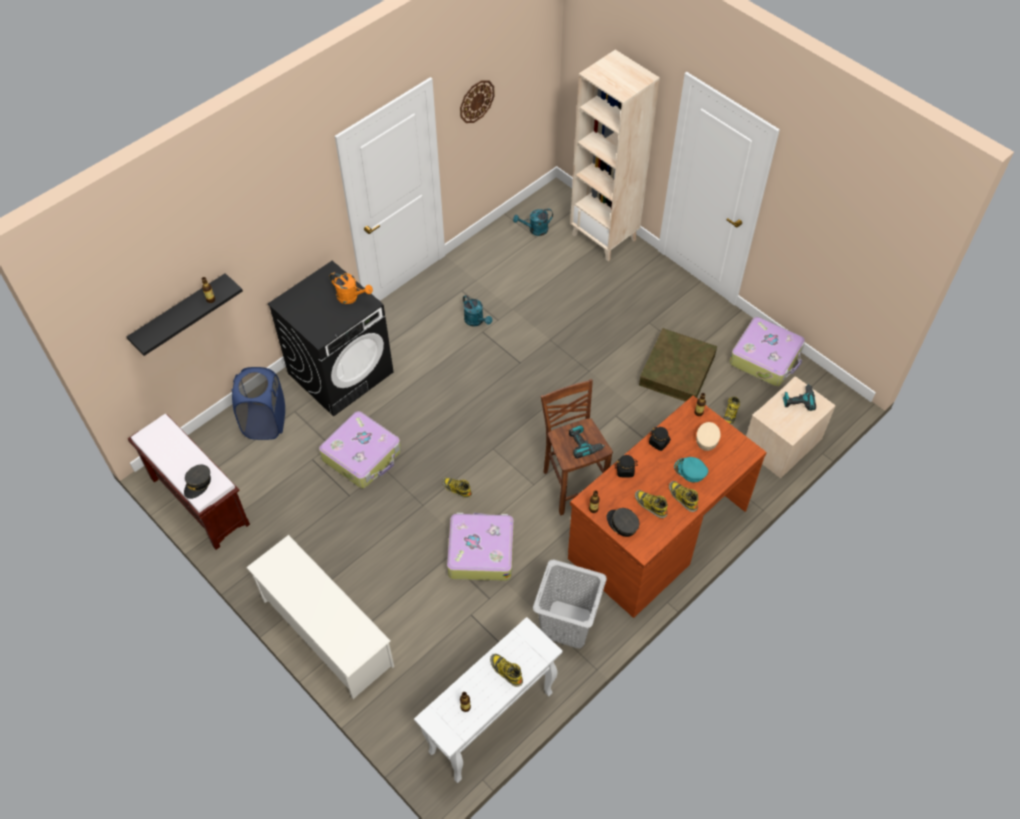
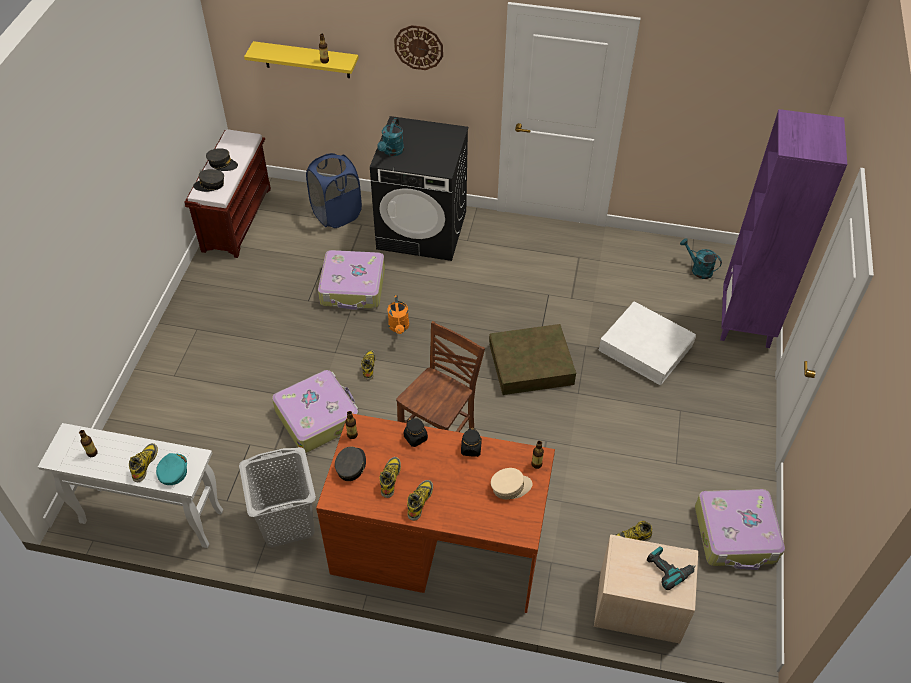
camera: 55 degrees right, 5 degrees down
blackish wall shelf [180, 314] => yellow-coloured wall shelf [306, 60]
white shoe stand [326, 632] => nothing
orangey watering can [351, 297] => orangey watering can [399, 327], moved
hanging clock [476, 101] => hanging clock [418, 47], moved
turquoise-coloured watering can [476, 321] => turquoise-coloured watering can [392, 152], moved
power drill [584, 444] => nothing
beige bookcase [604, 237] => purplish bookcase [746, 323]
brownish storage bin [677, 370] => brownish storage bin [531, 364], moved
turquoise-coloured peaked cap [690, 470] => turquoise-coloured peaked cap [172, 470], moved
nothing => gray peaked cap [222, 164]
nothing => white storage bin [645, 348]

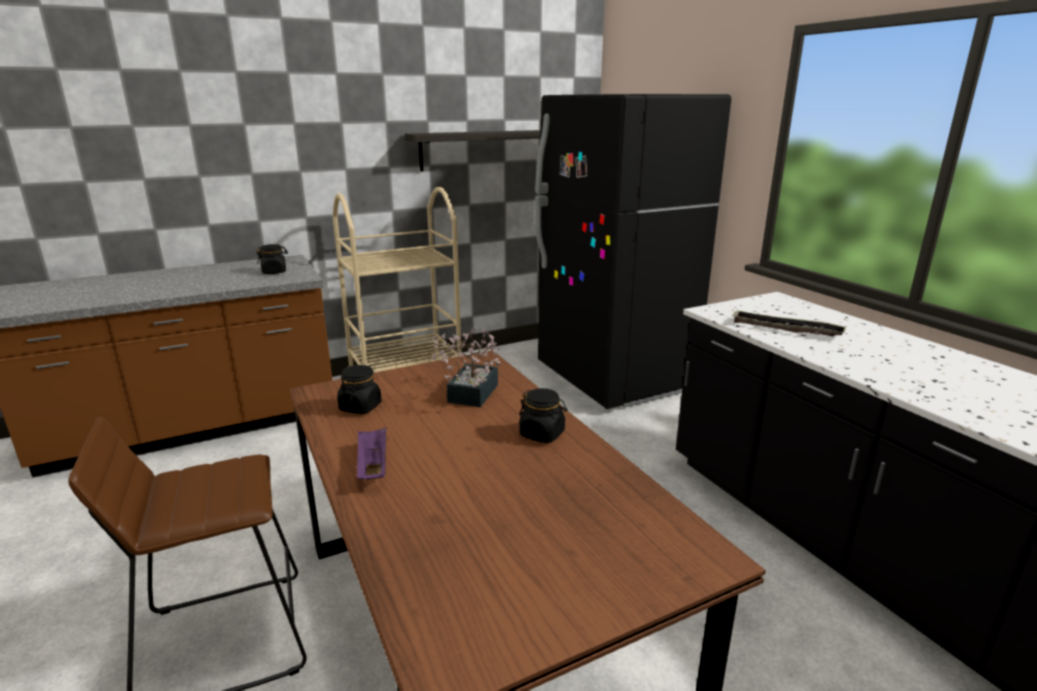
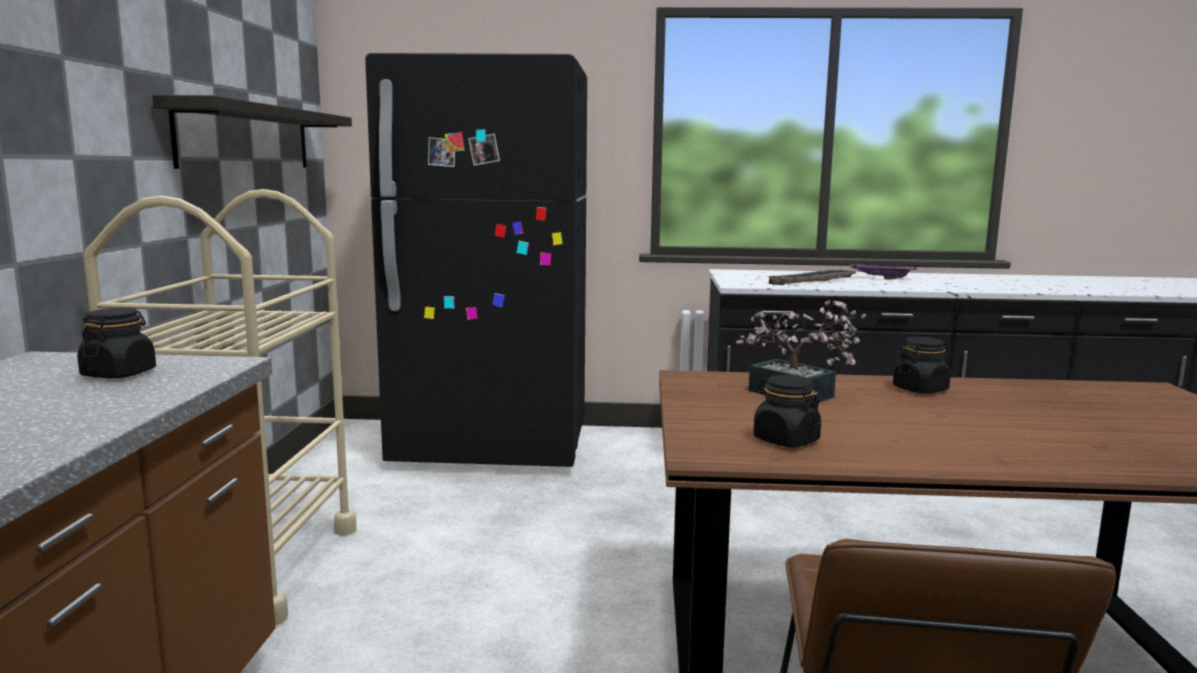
camera: 60 degrees left, 10 degrees down
purplish carrying tray [373, 466] => purplish carrying tray [880, 278], moved

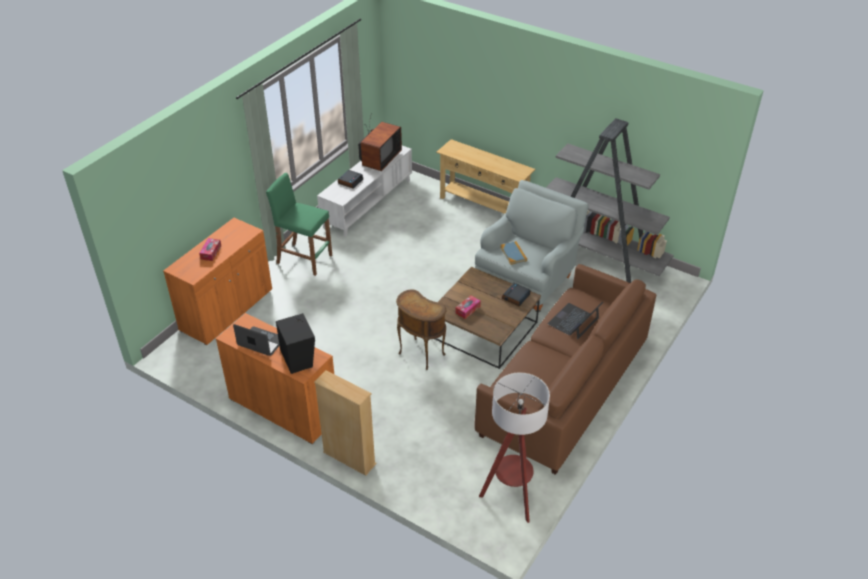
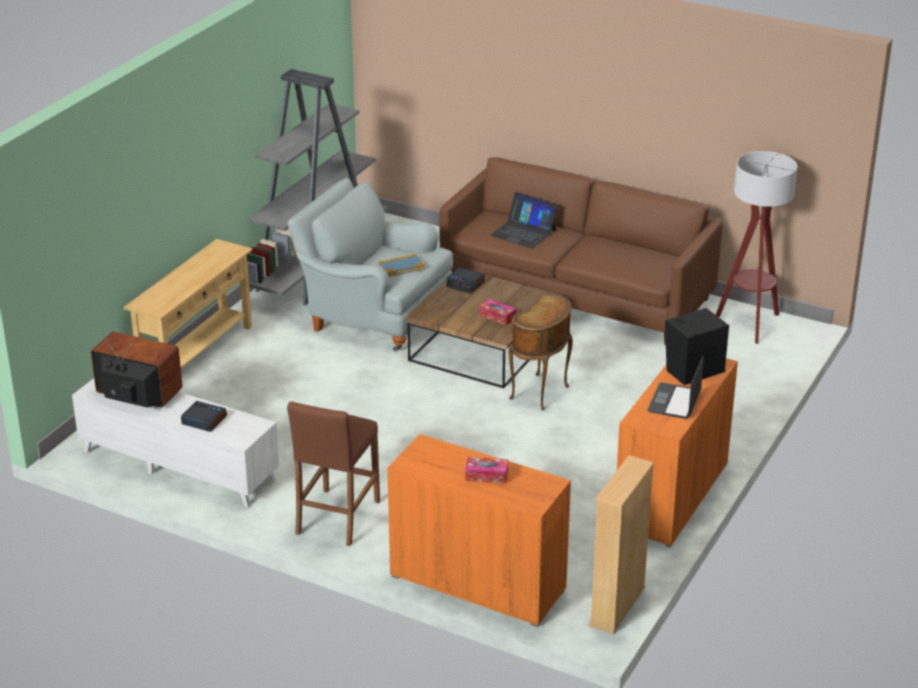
camera: 95 degrees left, 10 degrees down
green-coloured sitting stool [304, 259] => brownish sitting stool [337, 517]
beige bookcase [349, 458] => beige bookcase [617, 606], moved

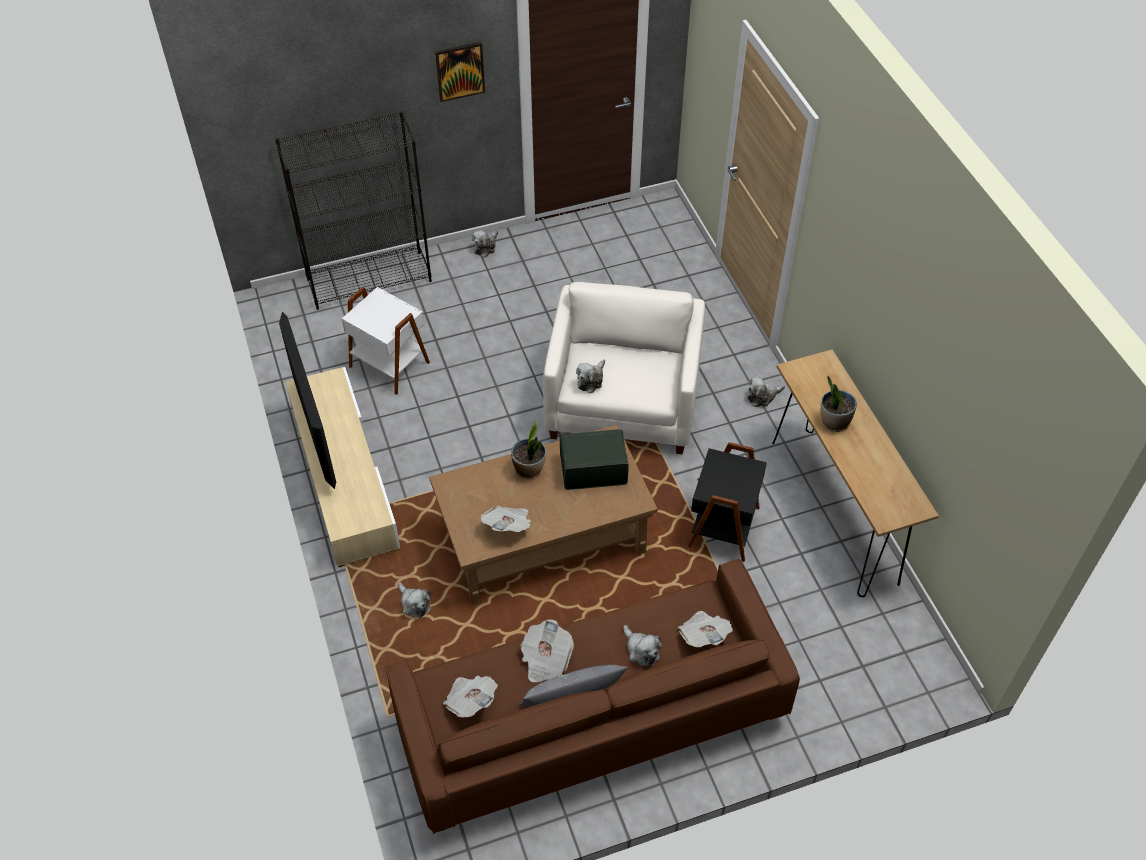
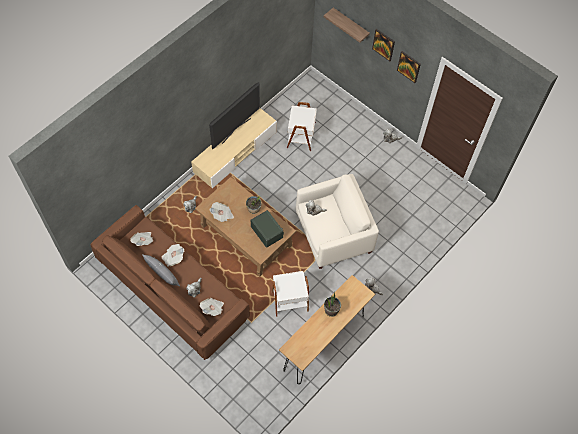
camera: 60 degrees right, 10 degrees up
blackish bookcase [370, 279] => nothing
blackish end table [722, 526] => white end table [289, 300]
nothing => wall shelf [350, 25]
nothing => wall art [383, 44]

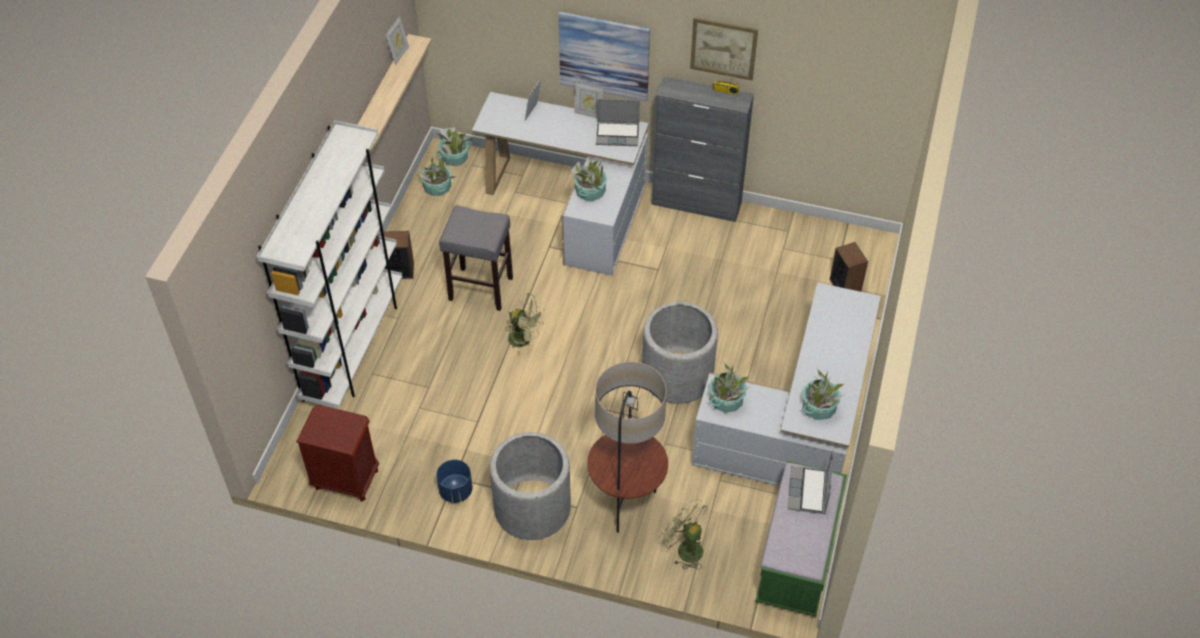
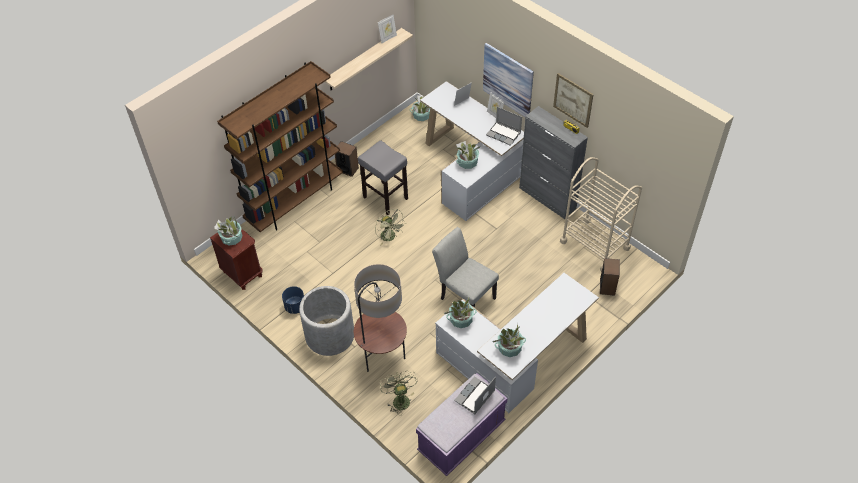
camera: 30 degrees right, 0 degrees up
white bookcase [353, 345] => brownish bookcase [295, 201]
potted plant [437, 187] => potted plant [231, 238], moved
gray planter [677, 375] => gray chair [464, 296]
green-coloured bench [797, 558] => purplish bench [461, 437]
nothing => beige trolley [594, 245]

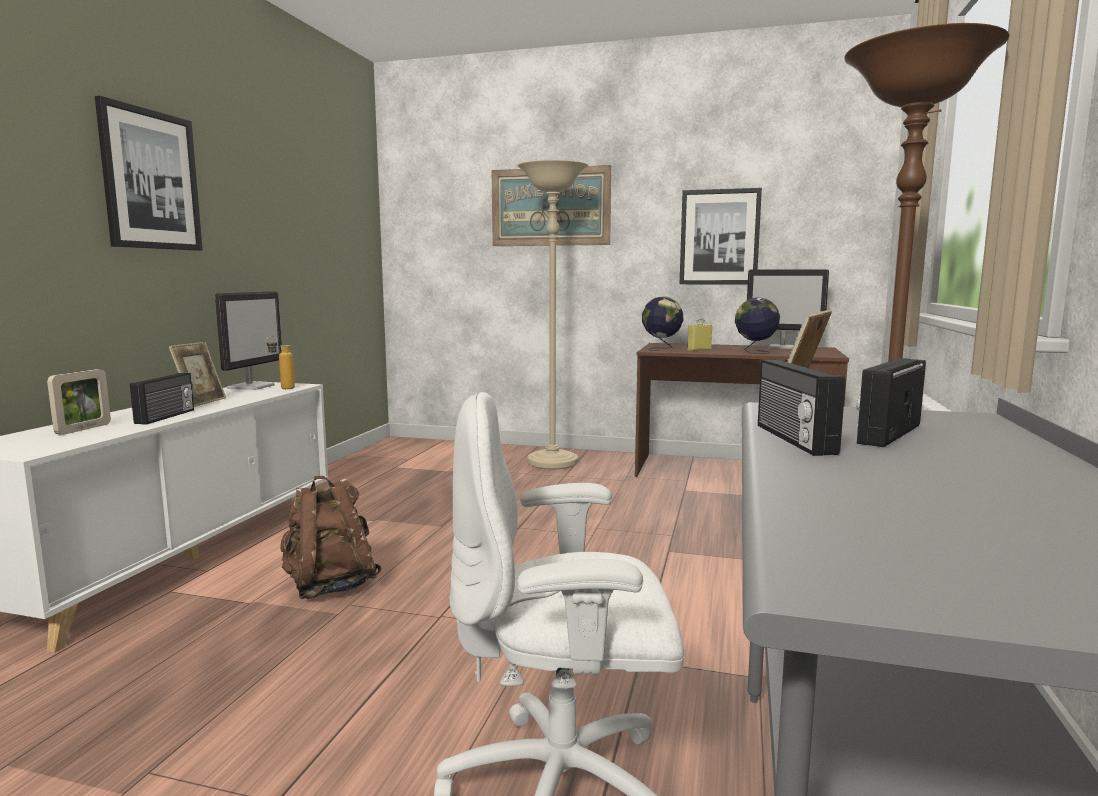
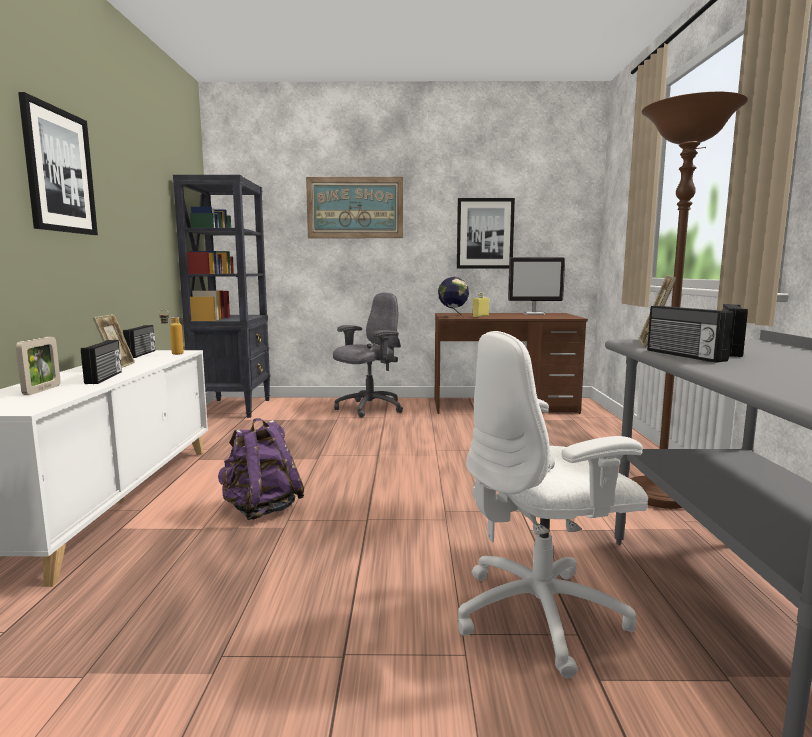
camera: 15 degrees left, 0 degrees up
computer screen [251, 387] => radio [142, 354]
brownish backpack [330, 586] => purplish backpack [261, 509]
beige standard lamp [552, 463] => gray desk chair [369, 408]
desk globe [755, 352] => nothing
nothing => blackish bookcase [233, 408]

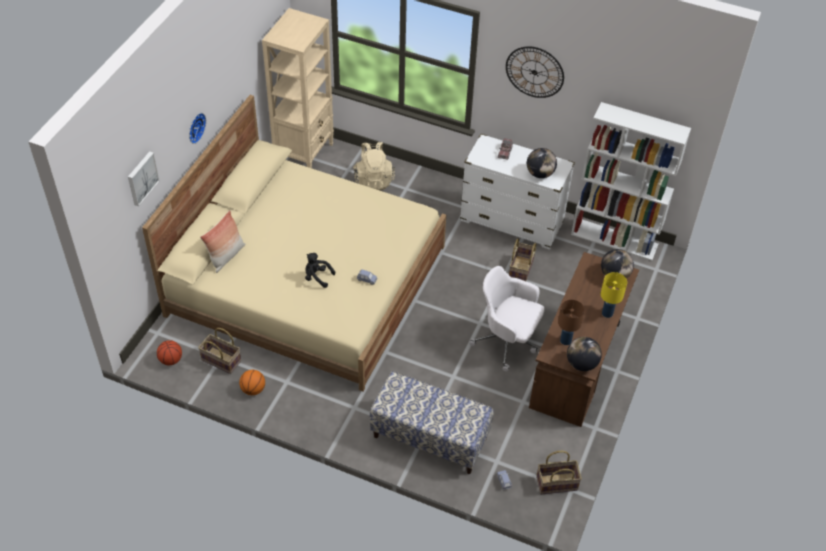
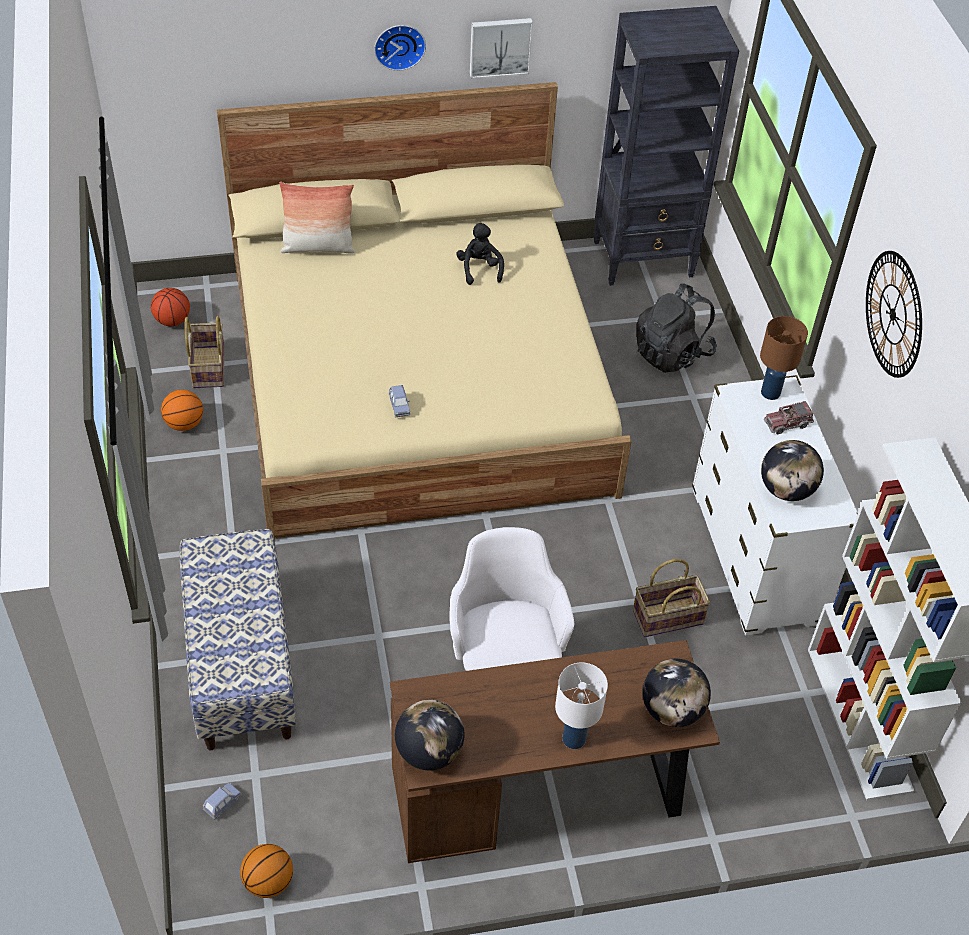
camera: 55 degrees right, 0 degrees up
wall art [141, 178] => wall art [500, 46], moved
beige bookcase [304, 154] => blackish bookcase [644, 259]
blackish cuddly toy [317, 277] => blackish cuddly toy [479, 269], moved
beige backpack [373, 179] => blackish backpack [672, 353]
basket [557, 483] => basketball [269, 882]
brownish tabletop lamp [565, 340] => brownish tabletop lamp [770, 392], moved
yellow-coloured tabletop lamp [607, 313] => white tabletop lamp [574, 738]

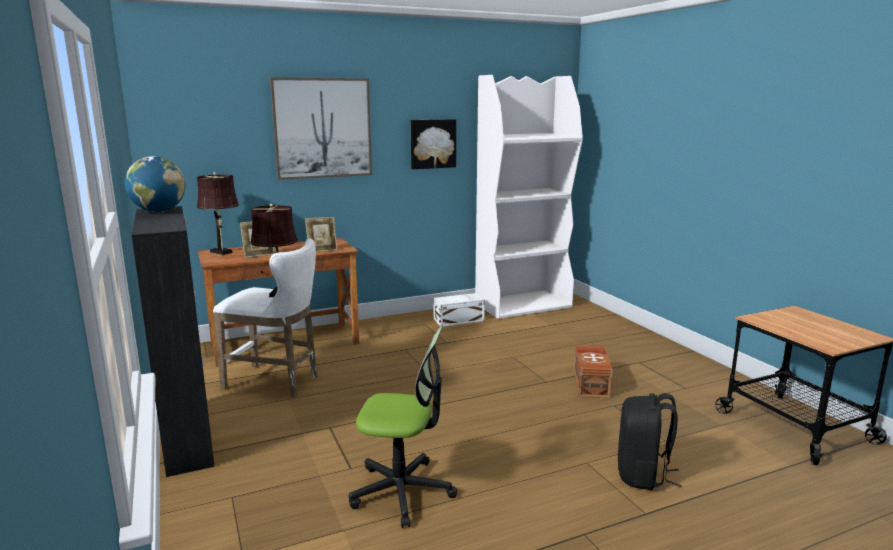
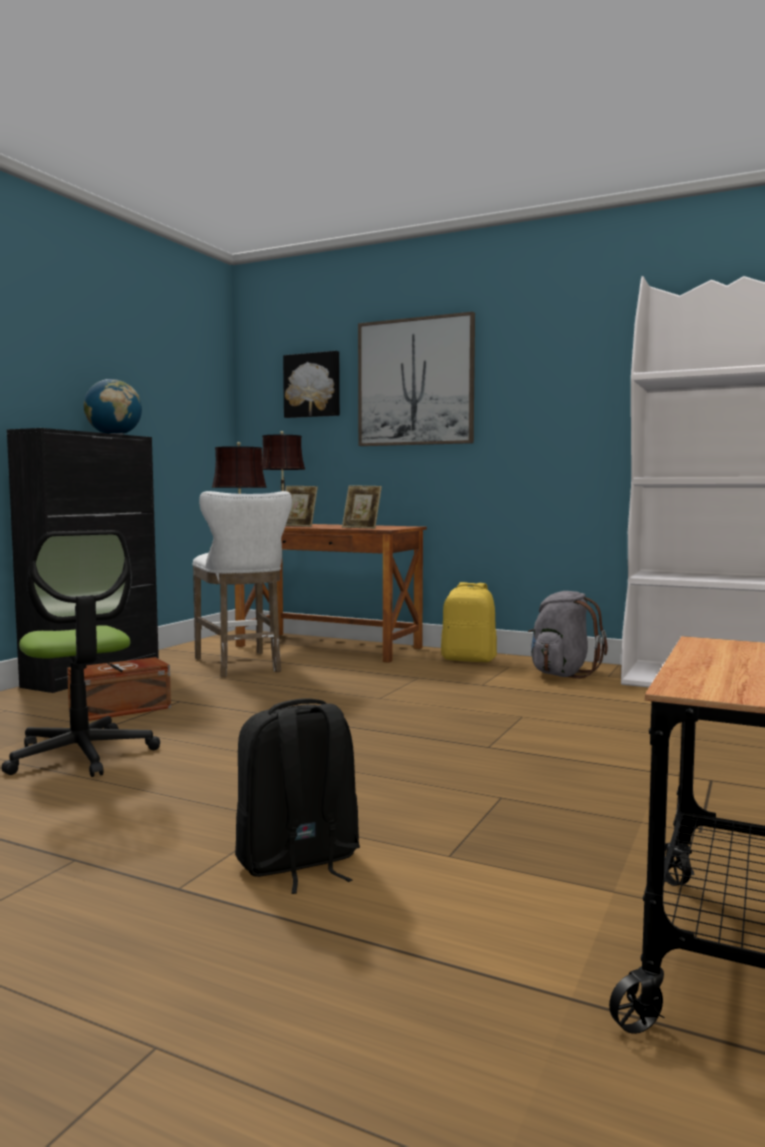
camera: 50 degrees right, 10 degrees down
wall art [432, 144] => wall art [312, 385], moved
white storage bin [459, 320] => gray backpack [562, 674]
brownish storage bin [592, 383] => brownish storage bin [122, 709], moved
nothing => yellow-coloured backpack [469, 659]

